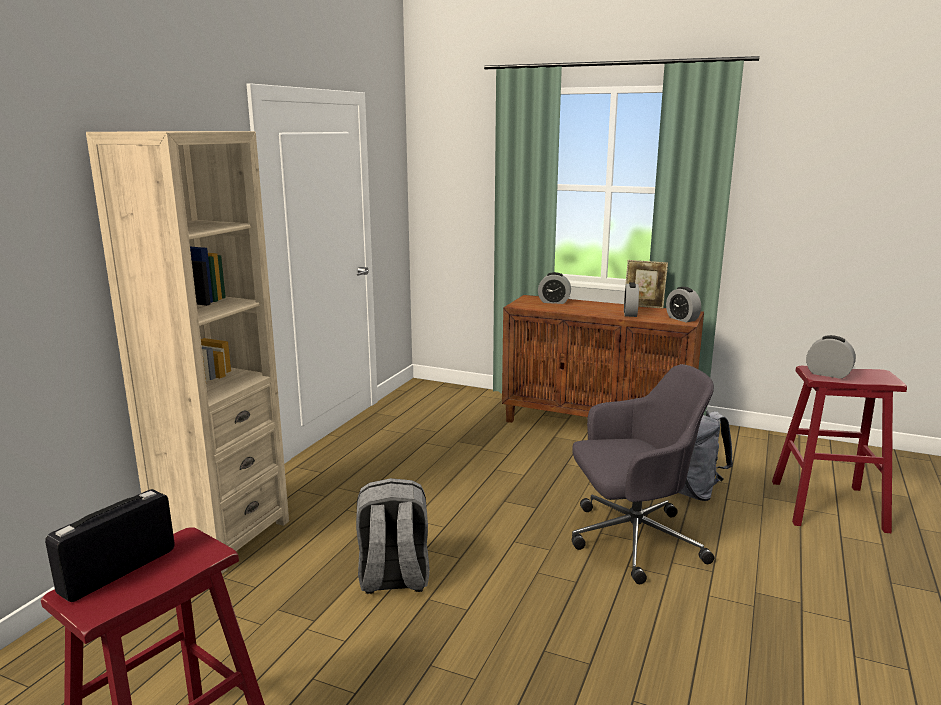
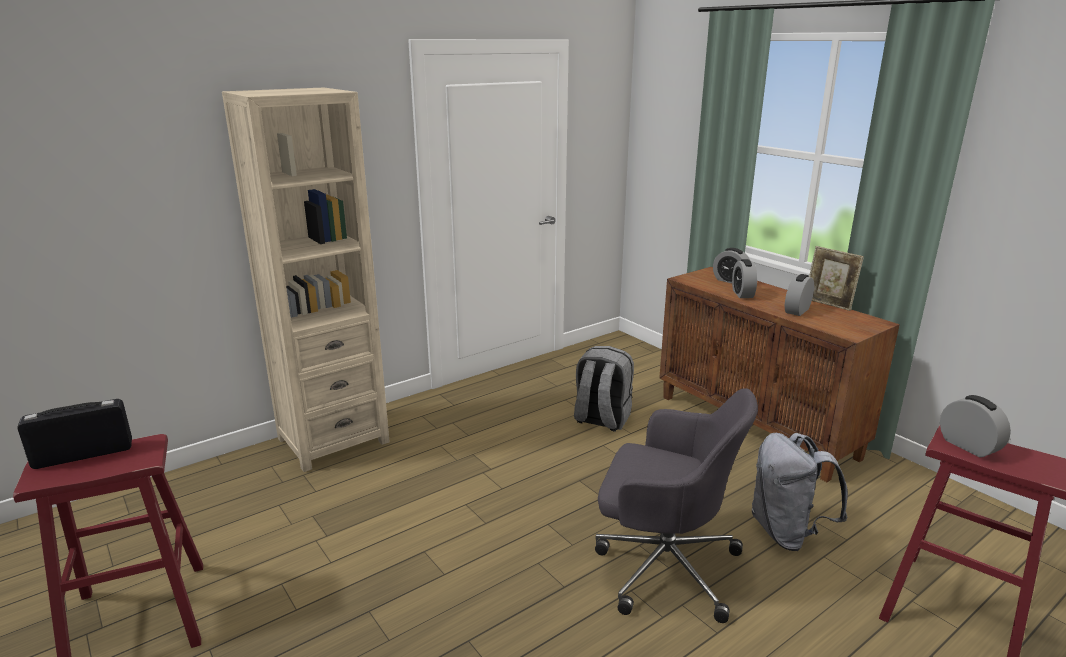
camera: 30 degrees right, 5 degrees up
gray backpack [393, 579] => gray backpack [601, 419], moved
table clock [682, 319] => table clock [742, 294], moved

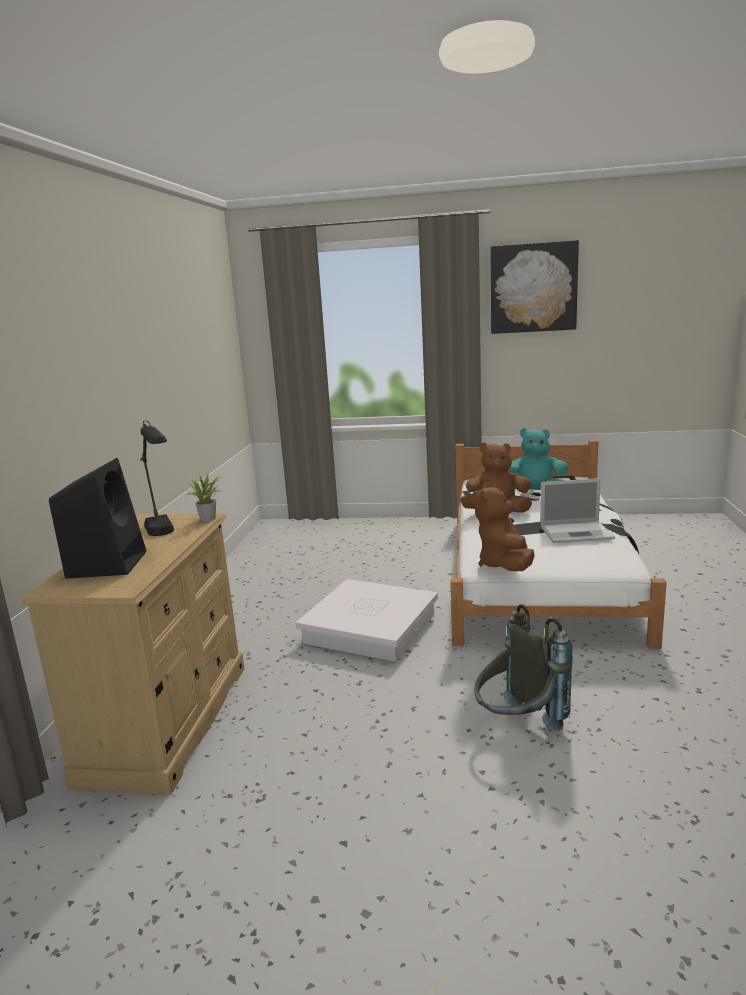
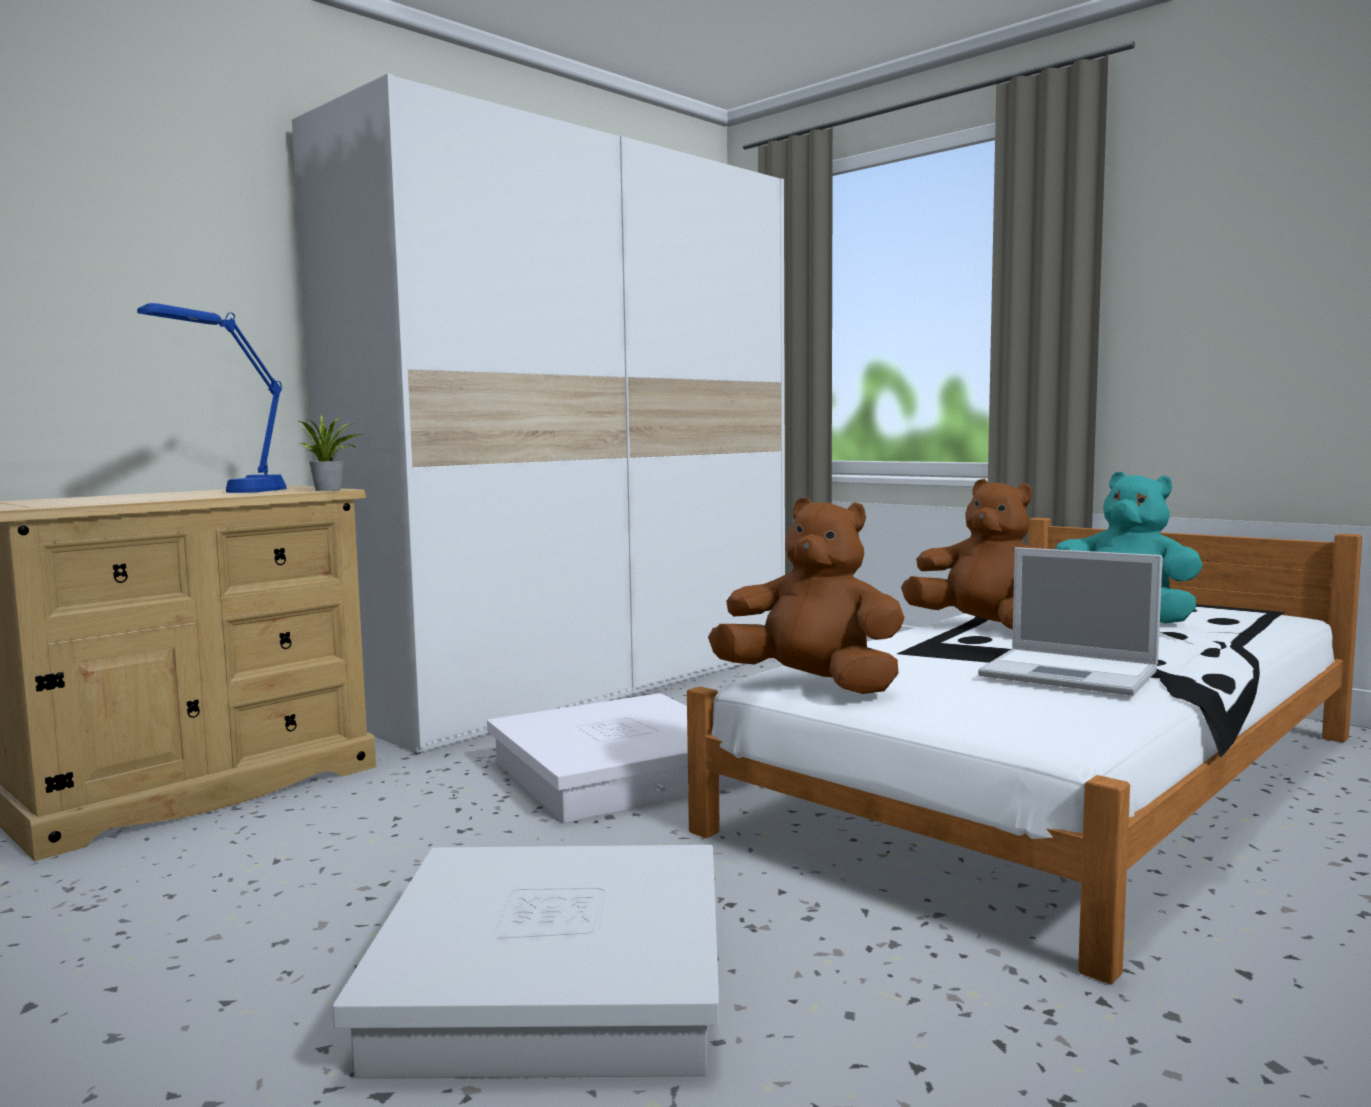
camera: 35 degrees right, 10 degrees down
blackish speaker [107, 563] => nothing
blackish tabletop lamp [164, 537] => blue-coloured tabletop lamp [229, 493]
gray backpack [518, 726] => white storage bin [554, 982]
brownish cuddly toy [505, 565] => brownish cuddly toy [812, 685], 75 degrees clockwise
wall art [533, 288] => nothing
nothing => white clothes cupboard [583, 683]

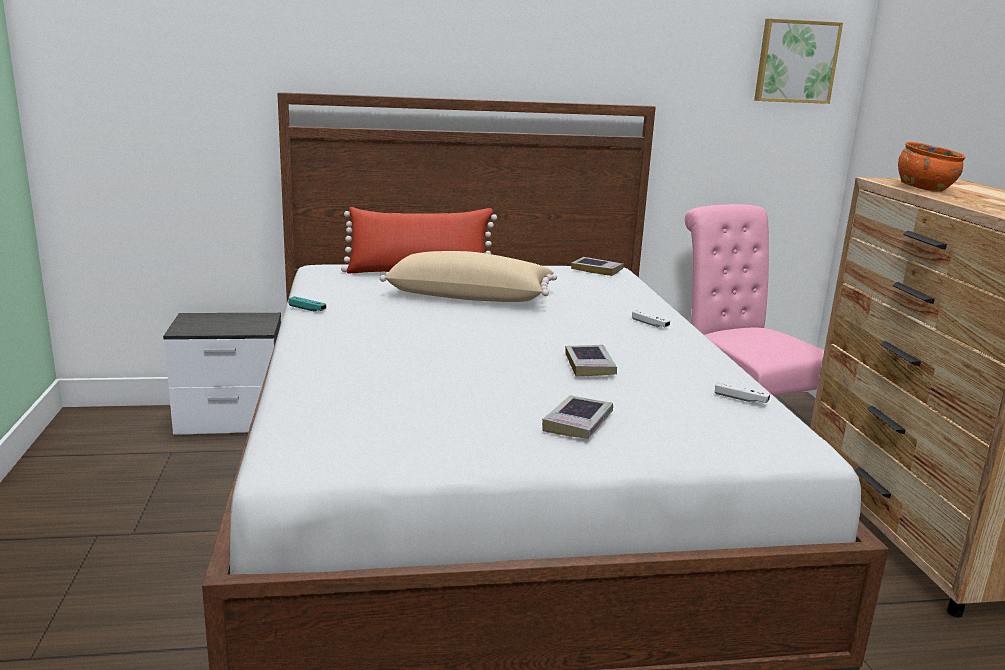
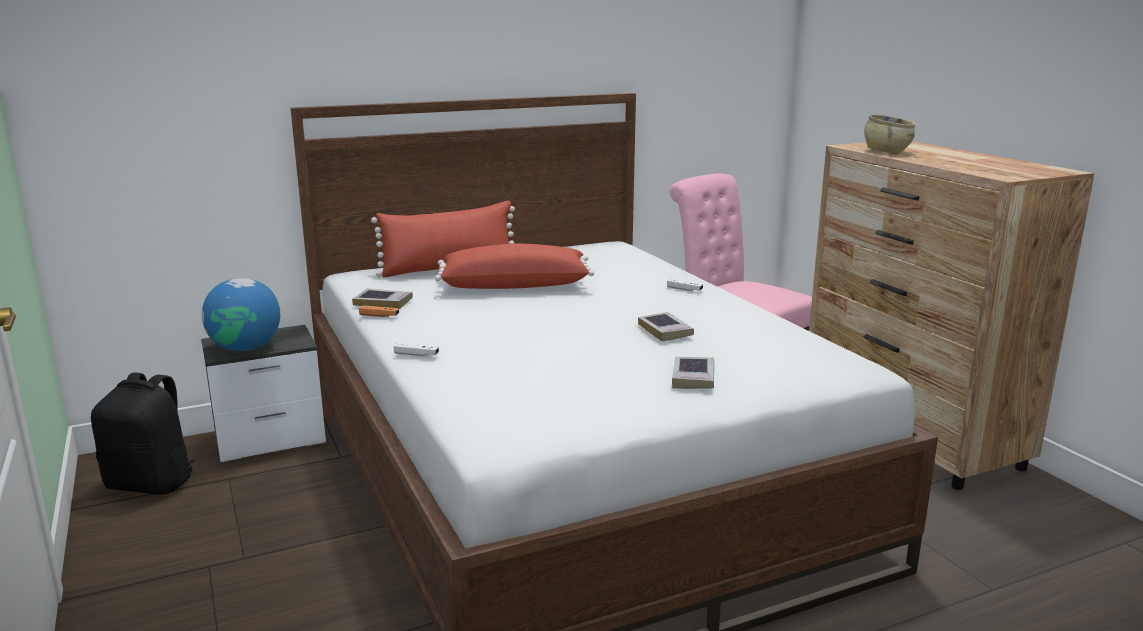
camera: 15 degrees left, 0 degrees up
turquoise-coloured game controller [307, 309] => orangey game controller [379, 316]
beige pillow [470, 297] => red pillow [514, 285]
volume [597, 270] => volume [383, 303], moved
white game controller [741, 399] => white game controller [416, 354], moved
wall art [795, 61] => nothing
orangey deep dish [924, 189] => beige deep dish [886, 151]
nothing => blackish backpack [152, 483]
nothing => desk globe [246, 348]

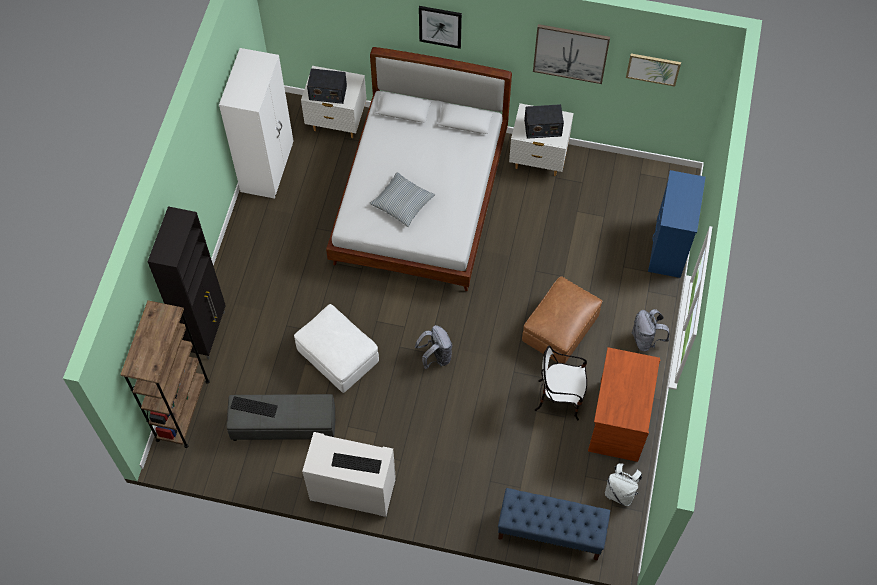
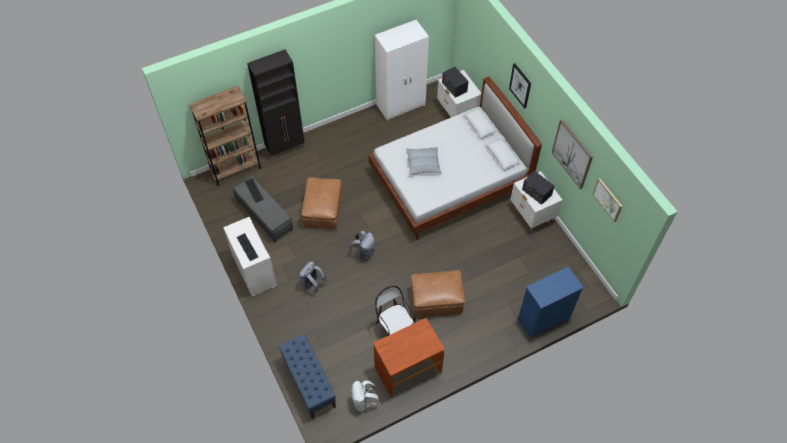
camera: 50 degrees right, 5 degrees down
white ottoman [338, 357] => brownish ottoman [323, 211]
gray backpack [646, 339] => gray backpack [312, 285], moved

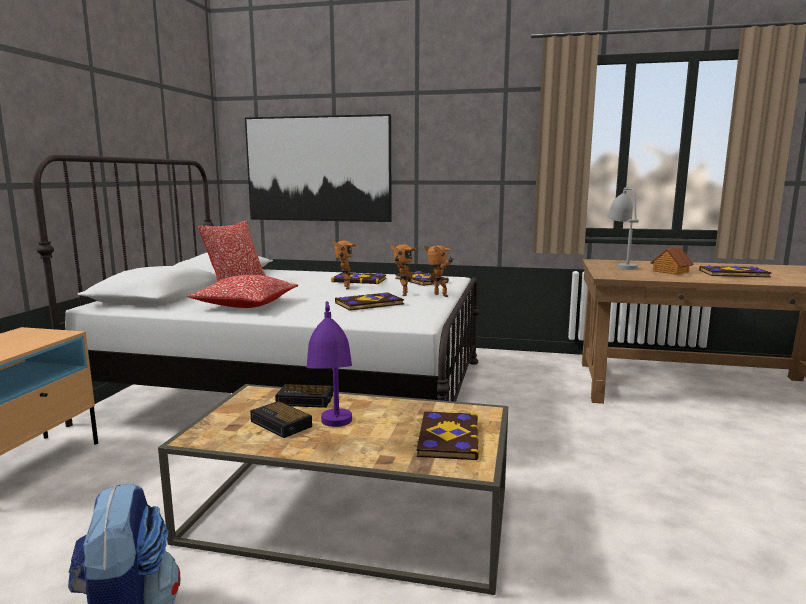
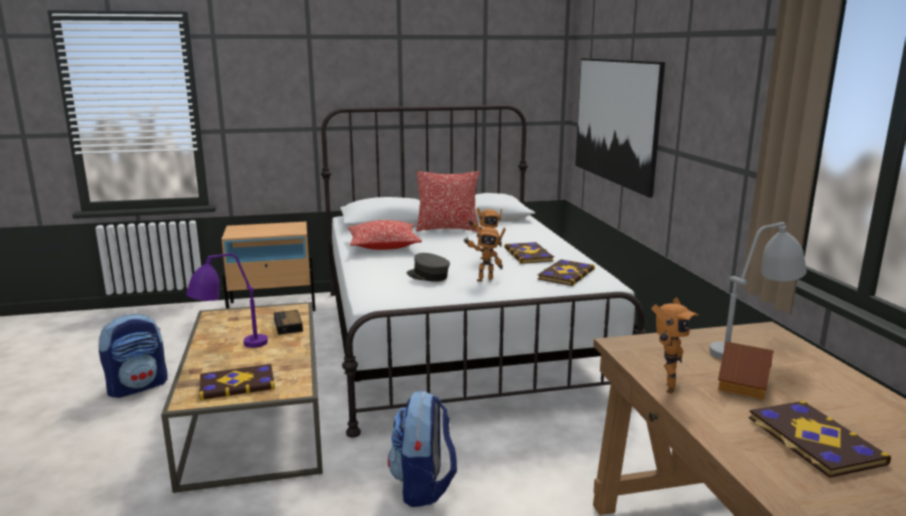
camera: 65 degrees right, 5 degrees up
table clock [282, 424] => nothing
volume [369, 304] => gray peaked cap [428, 276]
robot figure [439, 296] => robot figure [665, 386], moved
nothing => backpack [423, 486]

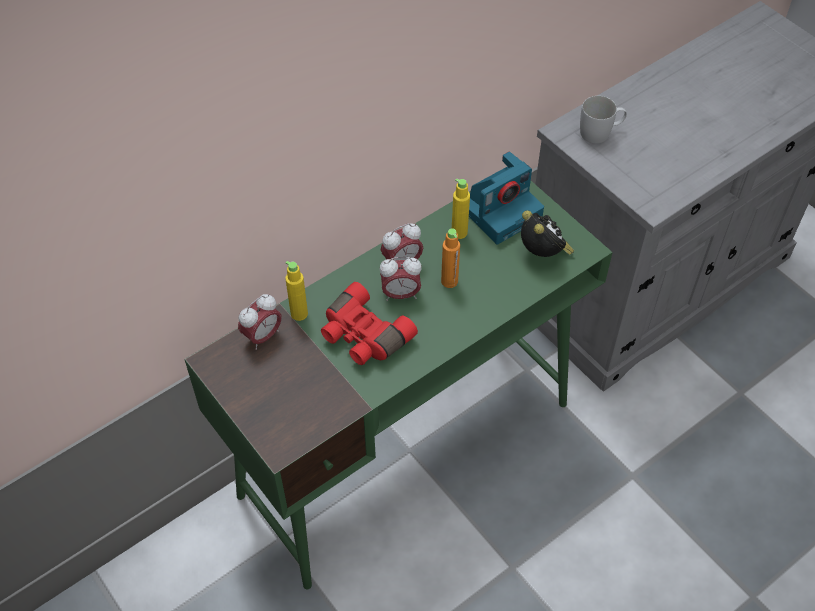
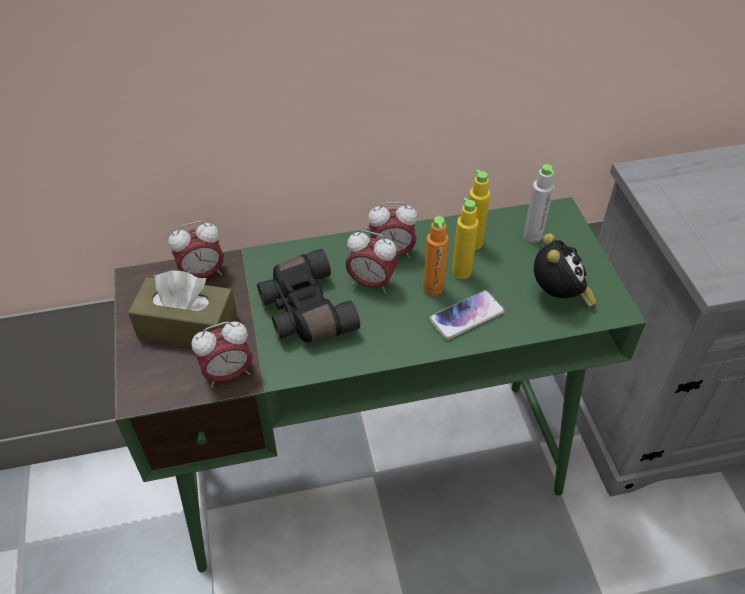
camera: 25 degrees right, 5 degrees down
yellow-coloured beverage bottle [299, 313] => yellow-coloured beverage bottle [461, 272], moved
red field glasses [363, 336] => blackish field glasses [304, 311]
photo camera [500, 210] => gray beverage bottle [532, 236]
white mug [600, 132] => nothing
nothing => brownish tissue box [187, 325]
nothing => table clock [228, 374]
nothing => handset [466, 316]

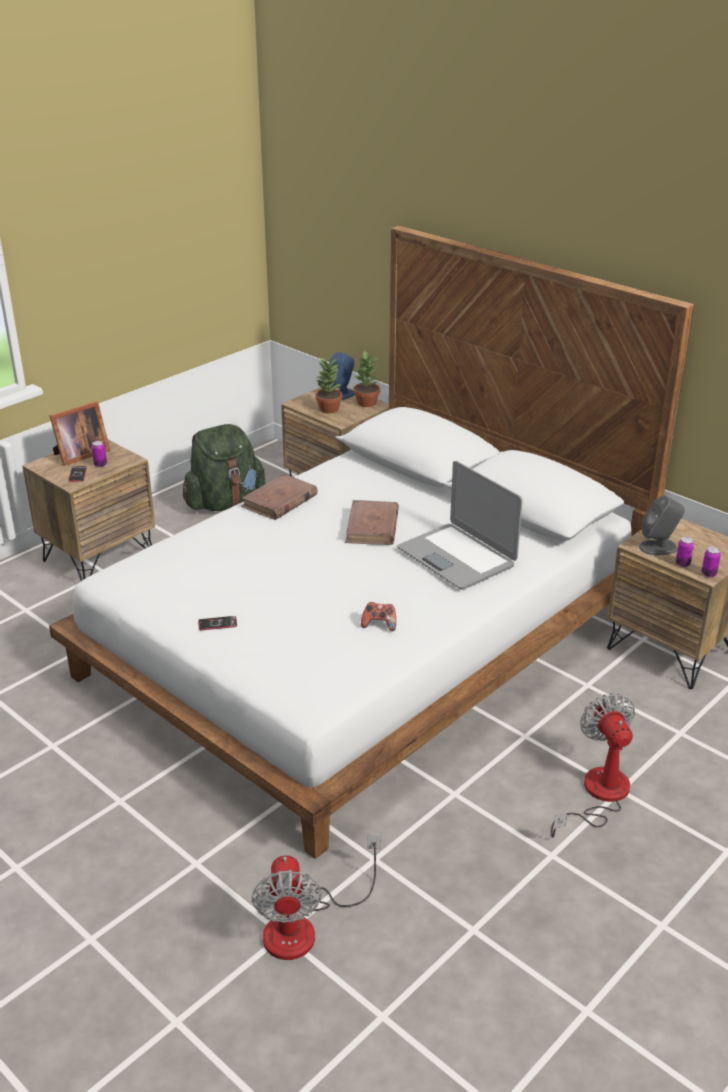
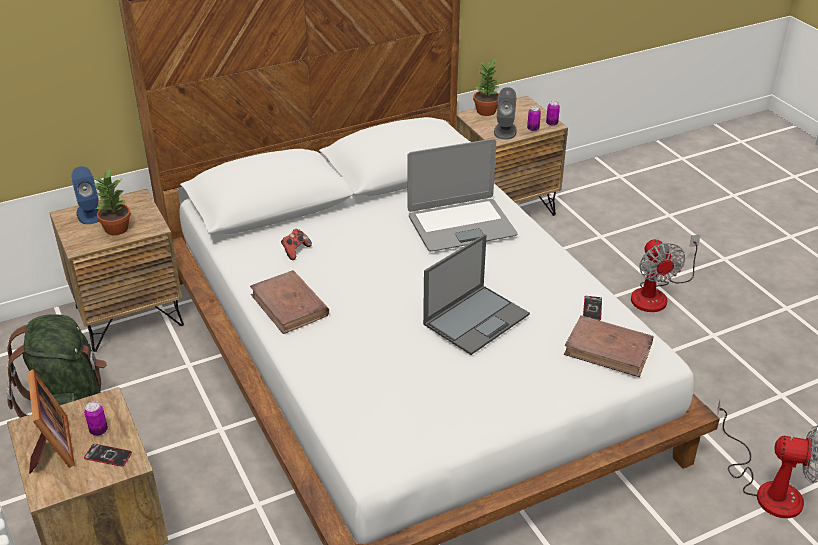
camera: 70 degrees left, 5 degrees up
handset [217, 624] => handset [592, 308], moved
brownish volume [372, 527] => brownish volume [608, 349], moved
potted plant [366, 403] => potted plant [486, 111], moved
game controller [379, 625] => game controller [295, 251], moved
cooling fan [597, 795] => cooling fan [656, 294], 105 degrees counterclockwise
nothing => portable computer [477, 319]

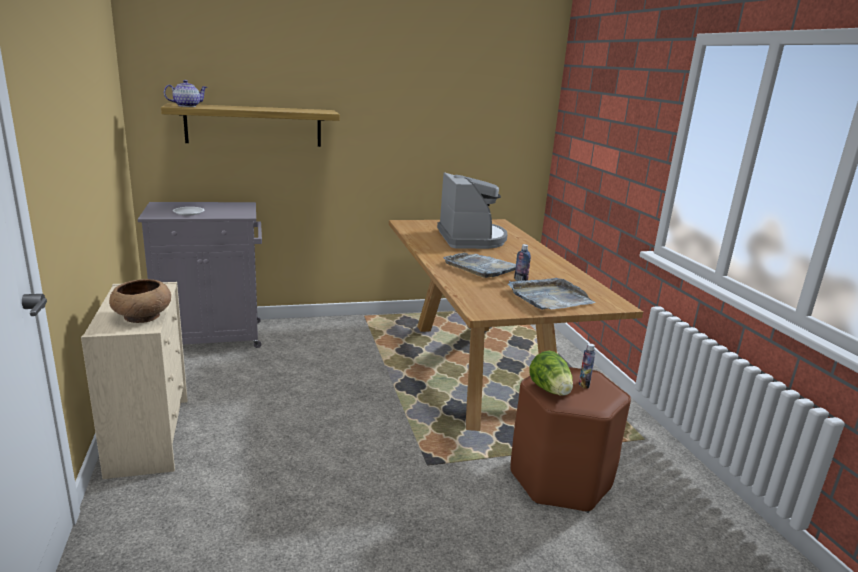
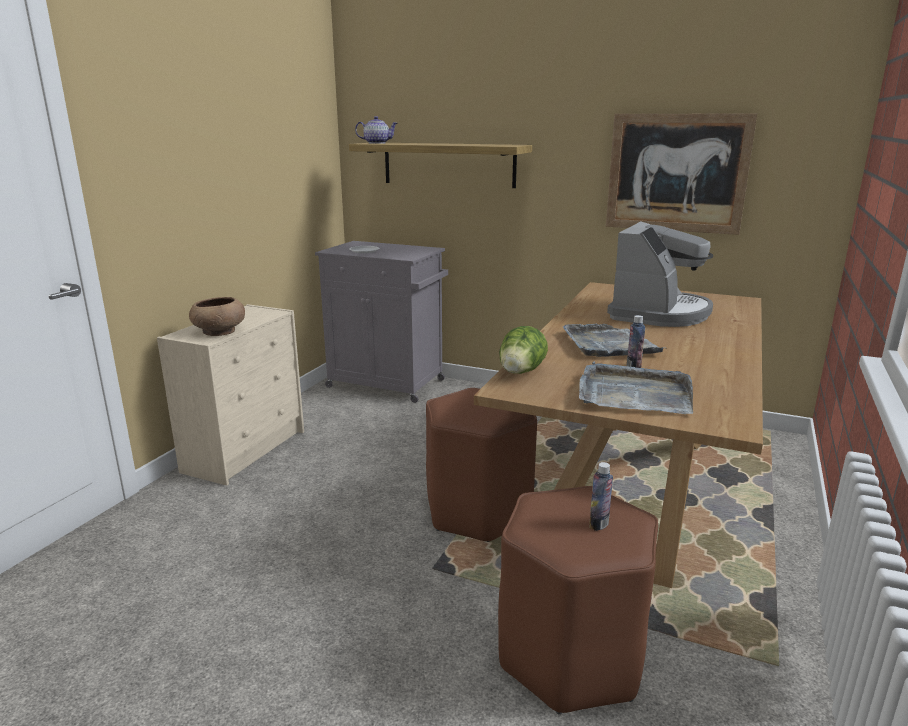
camera: 40 degrees right, 0 degrees up
head of lettuce [550, 391] => head of lettuce [520, 373], moved
nothing => brownish sitting stool [478, 511]
nothing => wall art [676, 173]

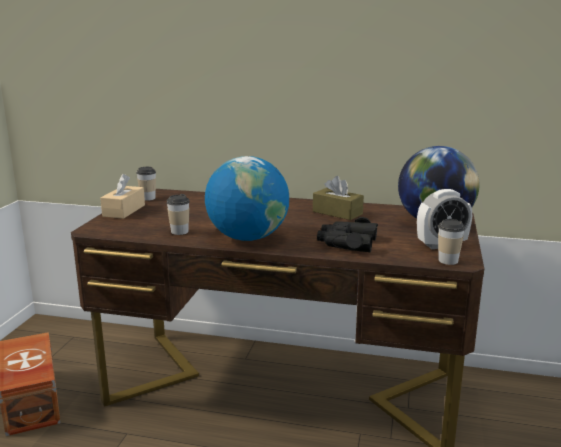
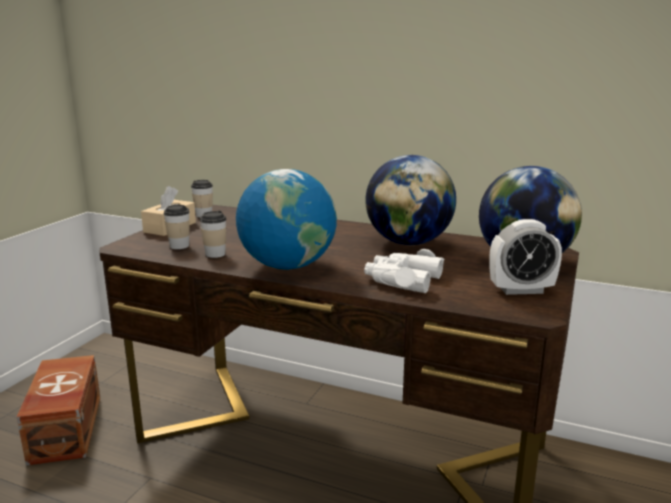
camera: 10 degrees right, 0 degrees up
brownish tissue box [337, 213] => desk globe [408, 243]
blackish field glasses [347, 243] => white field glasses [402, 279]
small cup [448, 260] => small cup [179, 246], moved

